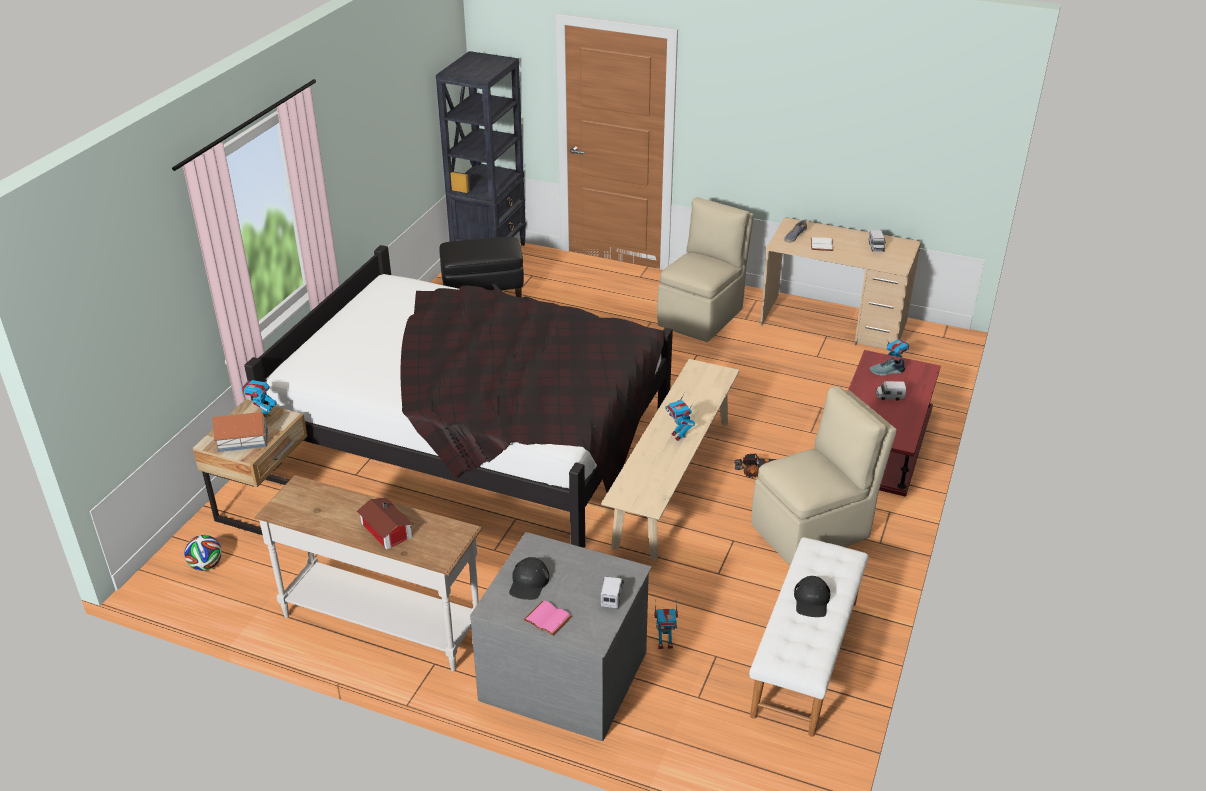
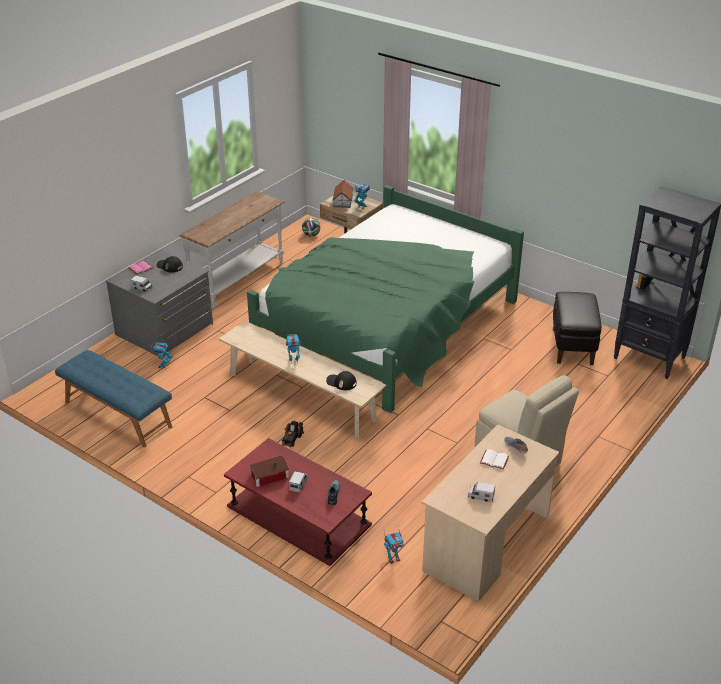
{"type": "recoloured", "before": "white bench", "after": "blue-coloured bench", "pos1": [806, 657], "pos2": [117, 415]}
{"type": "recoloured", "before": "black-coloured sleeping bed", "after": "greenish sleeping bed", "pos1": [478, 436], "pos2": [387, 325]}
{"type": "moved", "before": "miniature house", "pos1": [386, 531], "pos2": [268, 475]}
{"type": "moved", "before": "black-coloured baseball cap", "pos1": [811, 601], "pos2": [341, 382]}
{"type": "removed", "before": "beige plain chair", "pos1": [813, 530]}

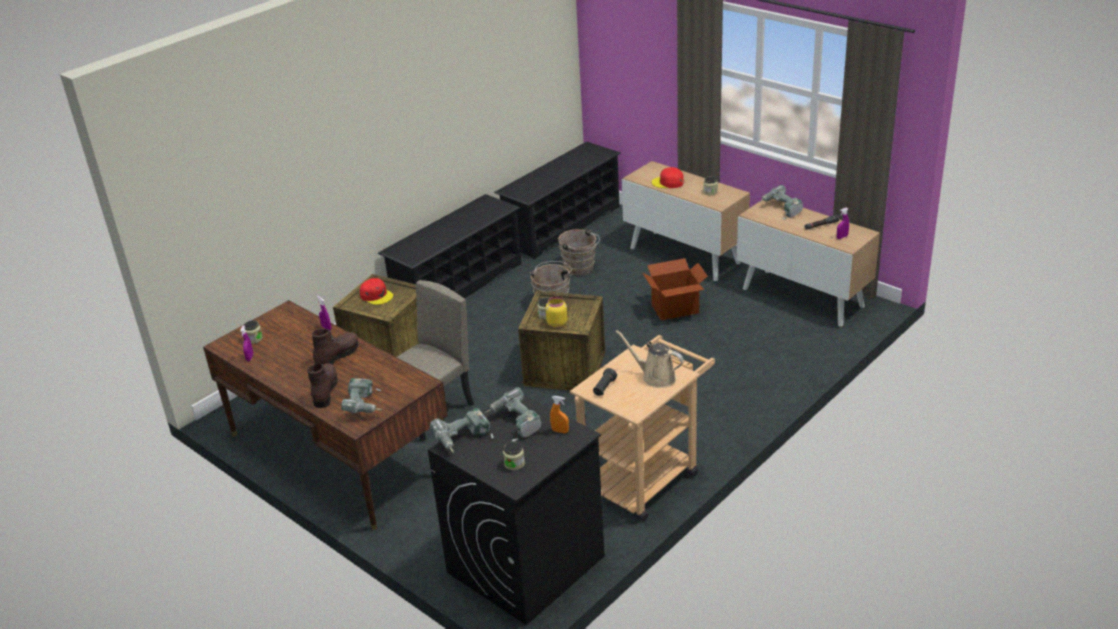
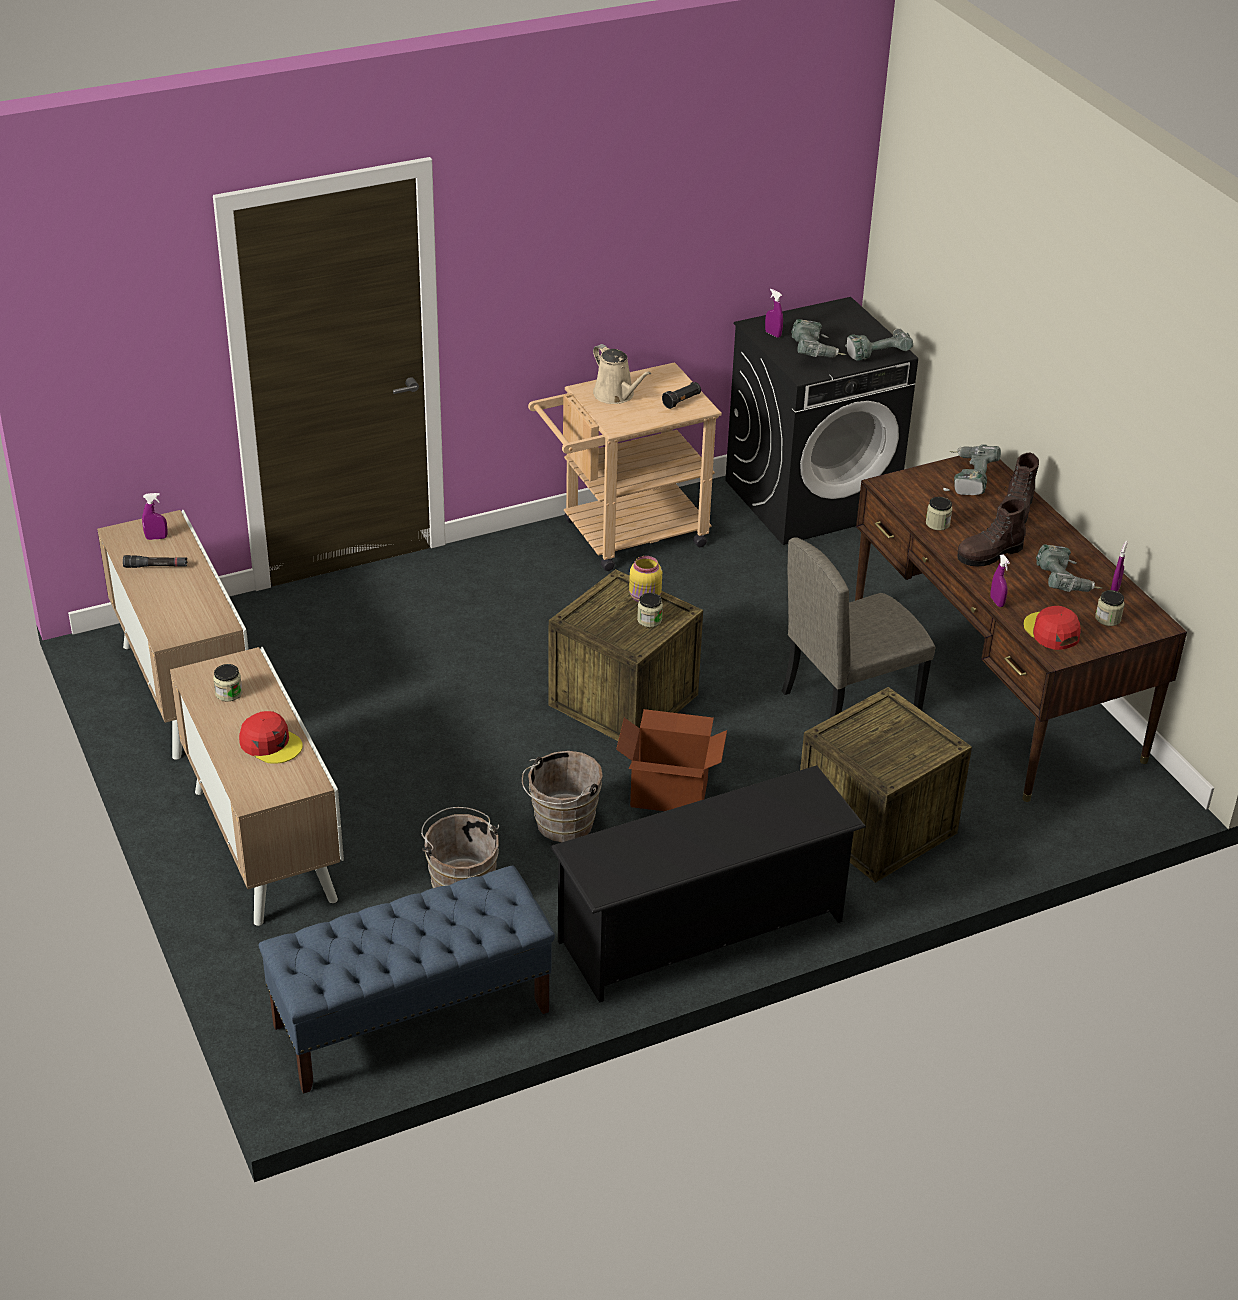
{"type": "replaced", "before": "black-coloured shoe shelf", "after": "blue-coloured bench", "pos1": [562, 226], "pos2": [411, 1019]}
{"type": "moved", "before": "carton", "pos1": [675, 309], "pos2": [669, 793]}
{"type": "recoloured", "before": "orange spray bottle", "after": "purple spray bottle", "pos1": [560, 431], "pos2": [773, 334]}
{"type": "moved", "before": "storage jar", "pos1": [514, 464], "pos2": [937, 523]}
{"type": "moved", "before": "reddish baseball cap", "pos1": [376, 295], "pos2": [1051, 632]}
{"type": "moved", "before": "electric drill", "pos1": [780, 210], "pos2": [1064, 583]}

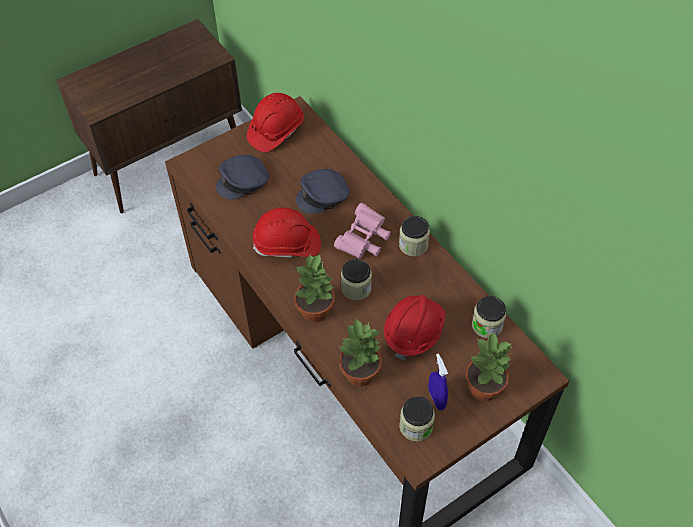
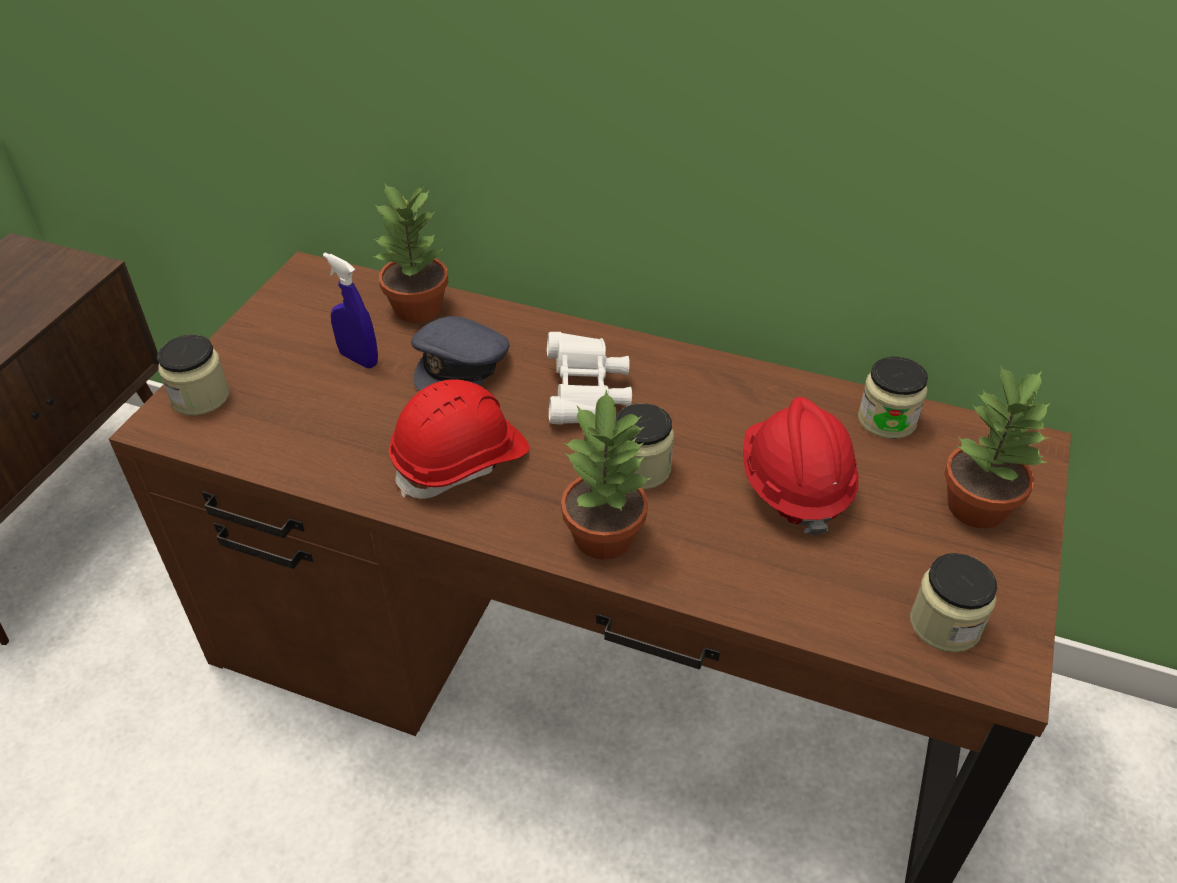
{"type": "moved", "before": "storage jar", "pos1": [413, 245], "pos2": [200, 397]}
{"type": "moved", "before": "blue-coloured spray bottle", "pos1": [436, 399], "pos2": [359, 359]}
{"type": "moved", "before": "potted plant", "pos1": [360, 374], "pos2": [418, 309]}
{"type": "recoloured", "before": "pink-coloured field glasses", "after": "white field glasses", "pos1": [364, 240], "pos2": [586, 395]}
{"type": "removed", "before": "grey baseball cap", "pos1": [243, 182]}
{"type": "removed", "before": "reddish hard hat", "pos1": [275, 131]}

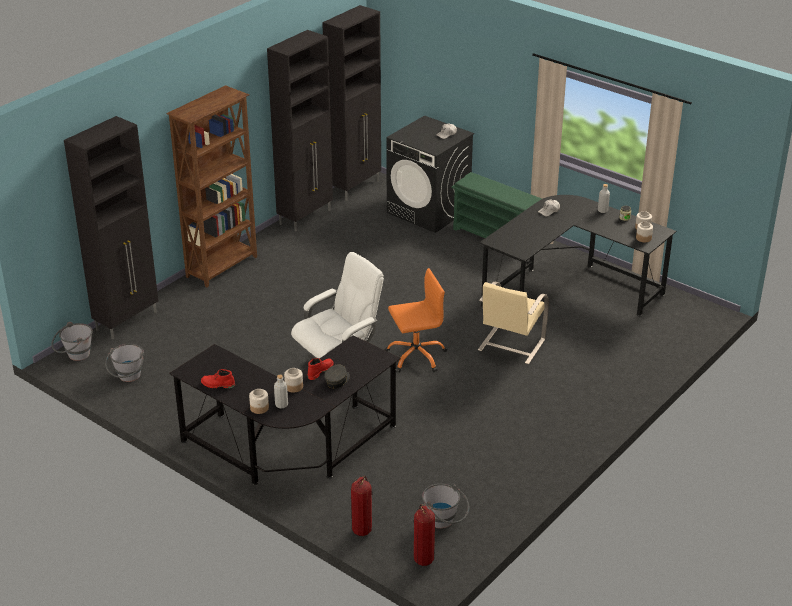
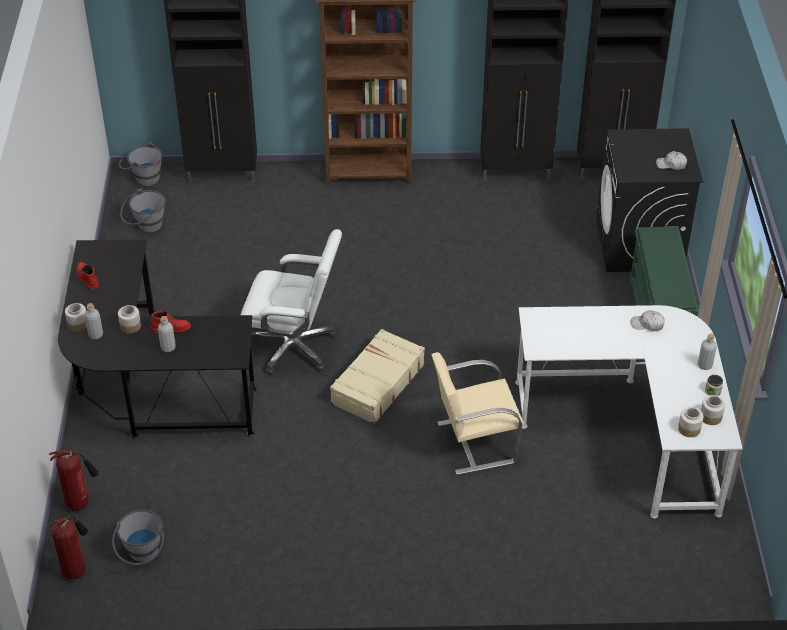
{"type": "replaced", "before": "grey baseball cap", "after": "grey beverage bottle", "pos1": [337, 380], "pos2": [168, 347]}
{"type": "replaced", "before": "orange computer chair", "after": "beige suitcase", "pos1": [416, 356], "pos2": [377, 384]}
{"type": "recoloured", "before": "black-coloured desk unit", "after": "white desk unit", "pos1": [568, 289], "pos2": [631, 429]}

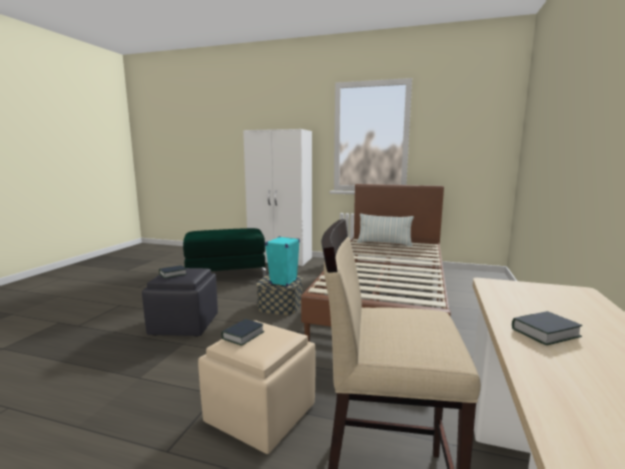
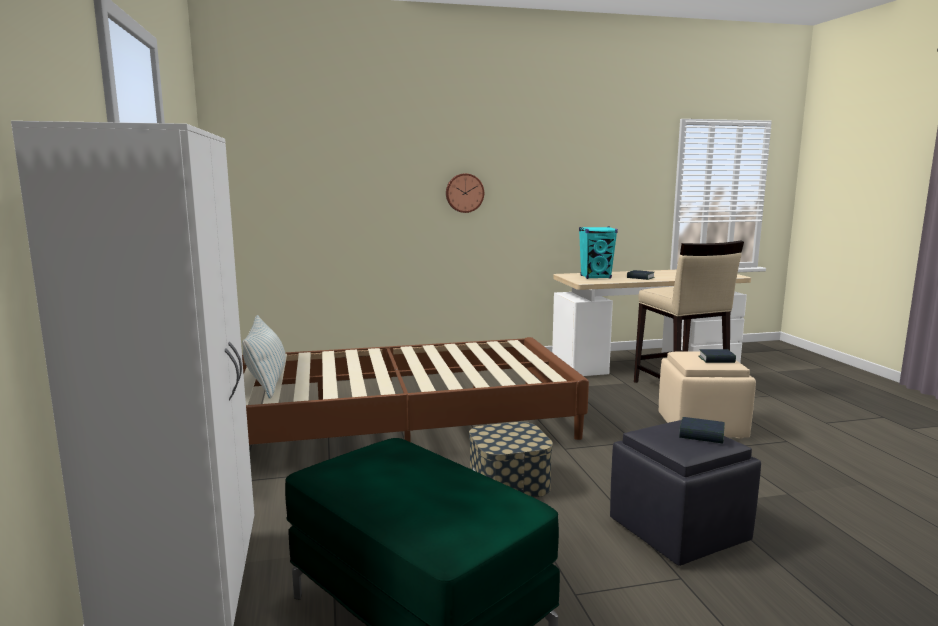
{"type": "added", "after": "clock on the wall", "pos2": [464, 193]}
{"type": "moved", "before": "turquoise-coloured loudspeaker", "pos1": [283, 282], "pos2": [596, 277]}

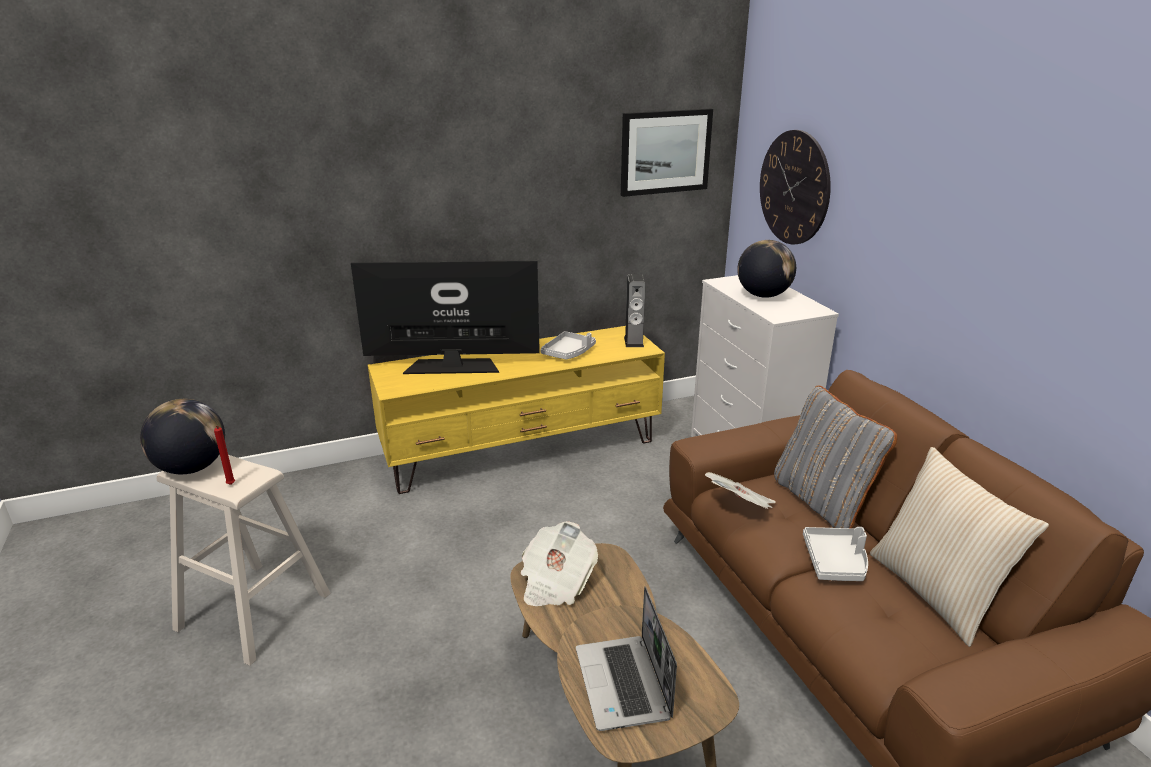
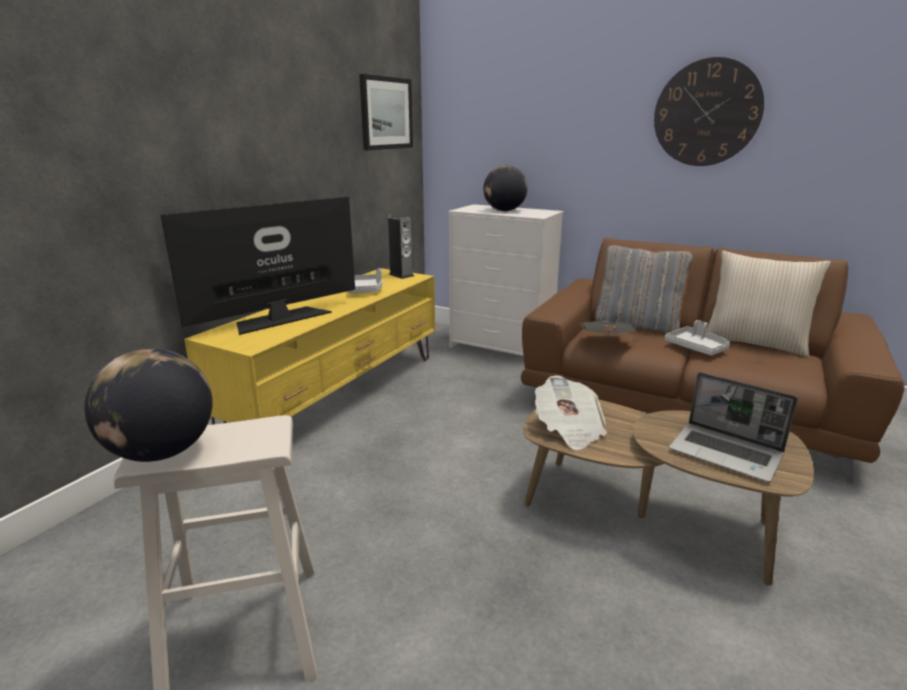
{"type": "moved", "before": "clock on the wall", "pos1": [794, 188], "pos2": [707, 113]}
{"type": "removed", "before": "reddish wax light", "pos1": [231, 485]}

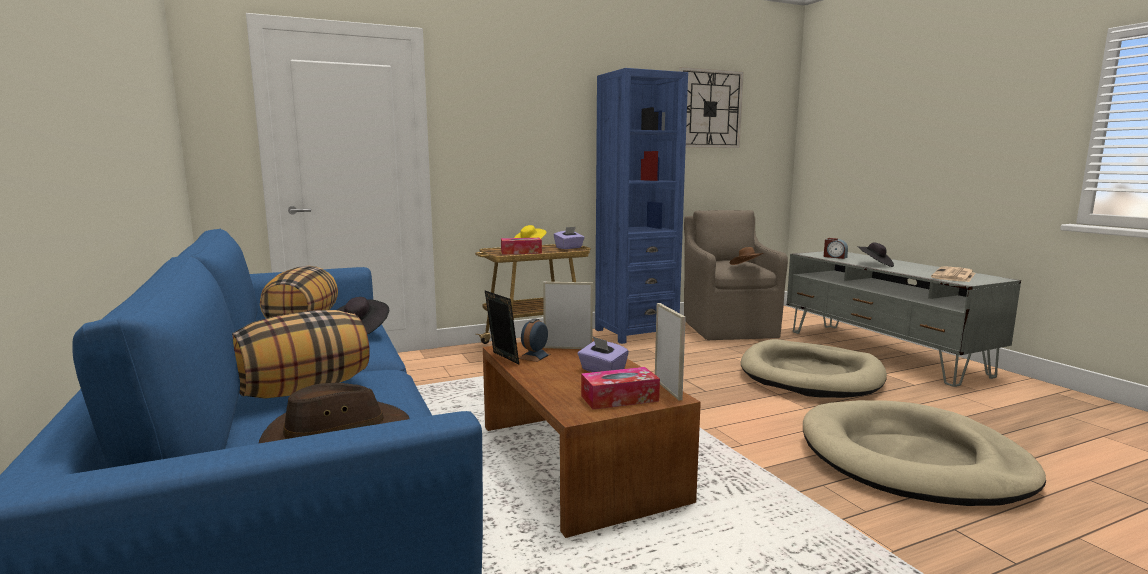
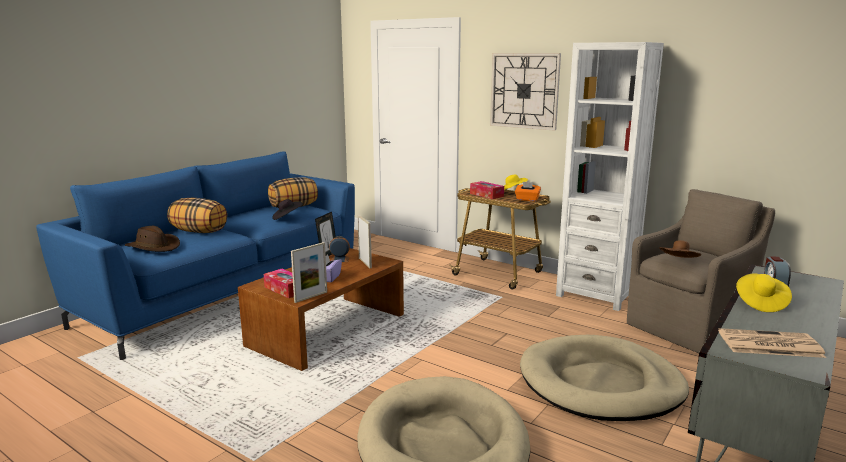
{"type": "moved", "before": "clock on the wall", "pos1": [709, 109], "pos2": [524, 91]}
{"type": "recoloured", "before": "purple box of tissues", "after": "orange box of tissues", "pos1": [569, 248], "pos2": [527, 199]}
{"type": "recoloured", "before": "blue-coloured bookcase", "after": "white bookcase", "pos1": [636, 332], "pos2": [596, 294]}
{"type": "recoloured", "before": "black-coloured hat", "after": "yellow hat", "pos1": [875, 264], "pos2": [760, 303]}

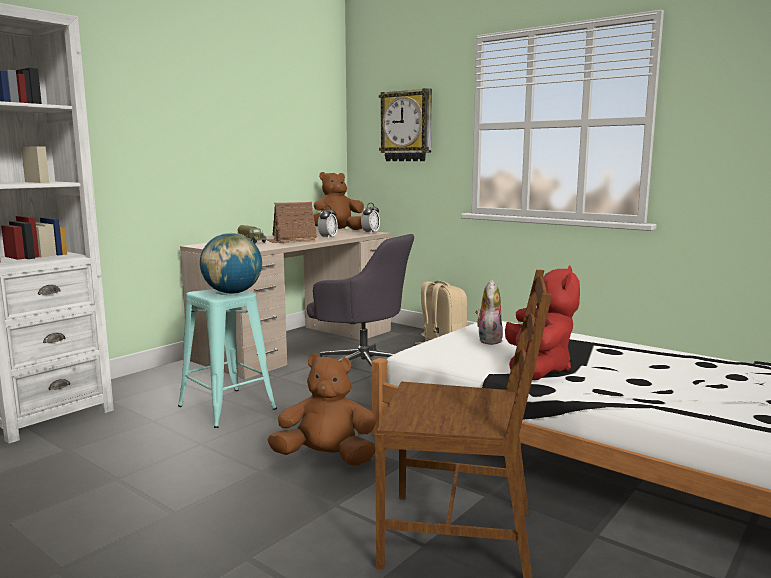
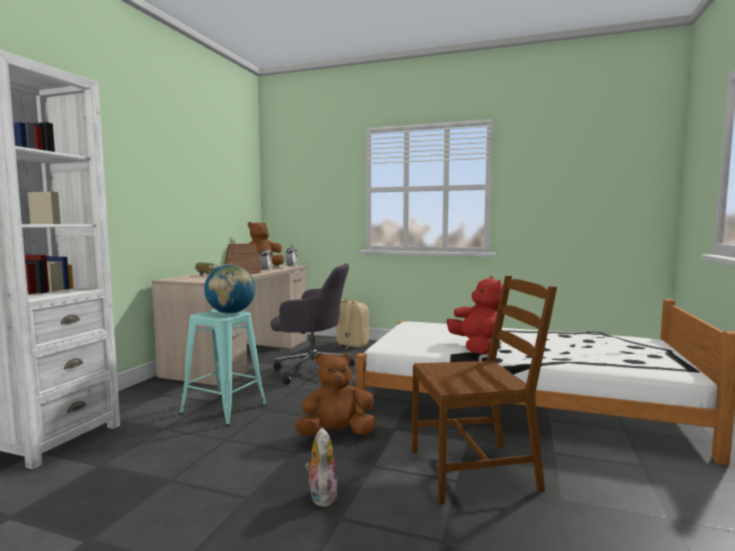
{"type": "moved", "before": "plush toy", "pos1": [488, 340], "pos2": [321, 495]}
{"type": "removed", "before": "clock on the wall", "pos1": [407, 126]}

